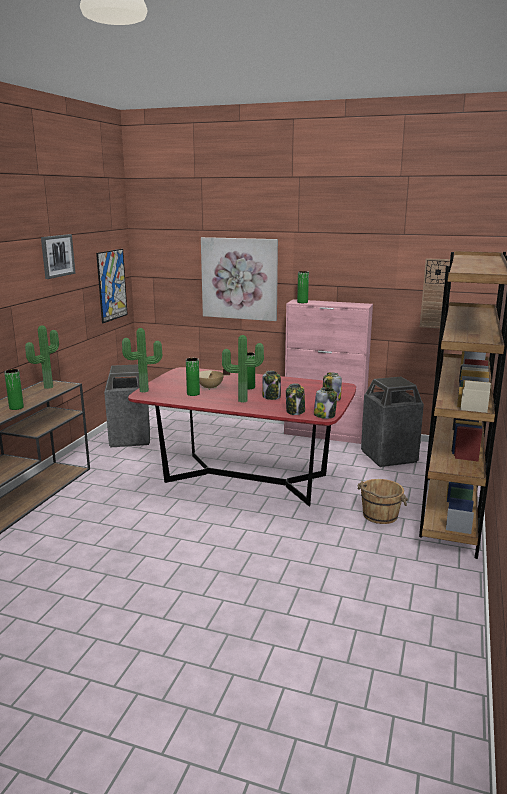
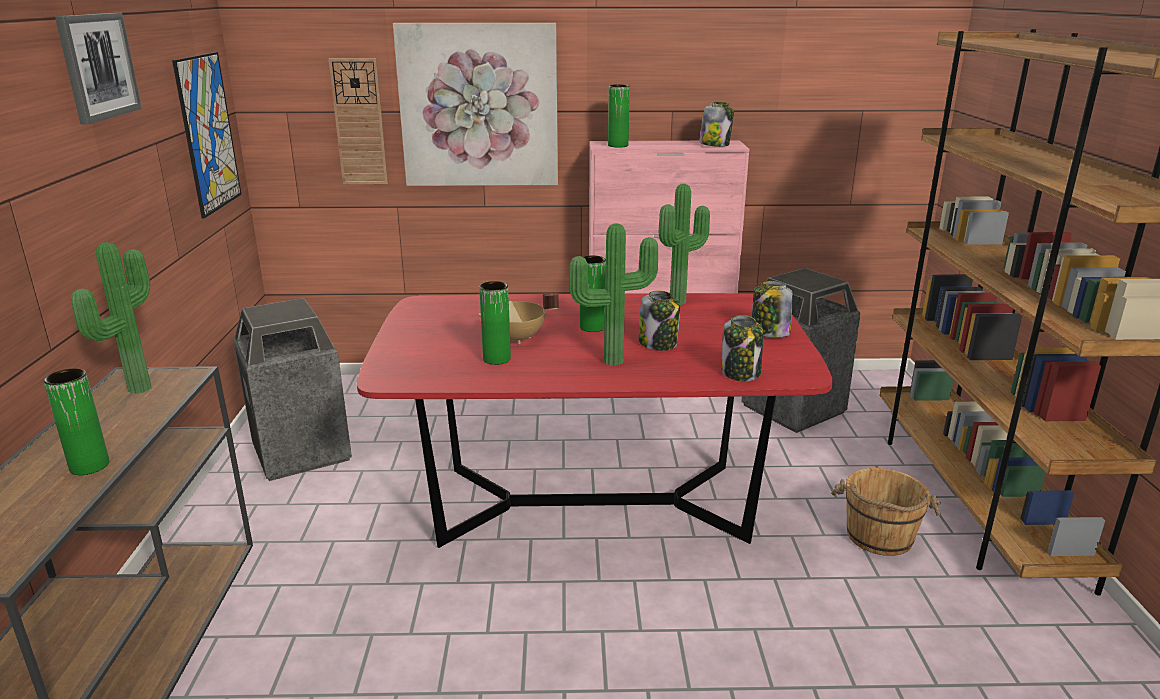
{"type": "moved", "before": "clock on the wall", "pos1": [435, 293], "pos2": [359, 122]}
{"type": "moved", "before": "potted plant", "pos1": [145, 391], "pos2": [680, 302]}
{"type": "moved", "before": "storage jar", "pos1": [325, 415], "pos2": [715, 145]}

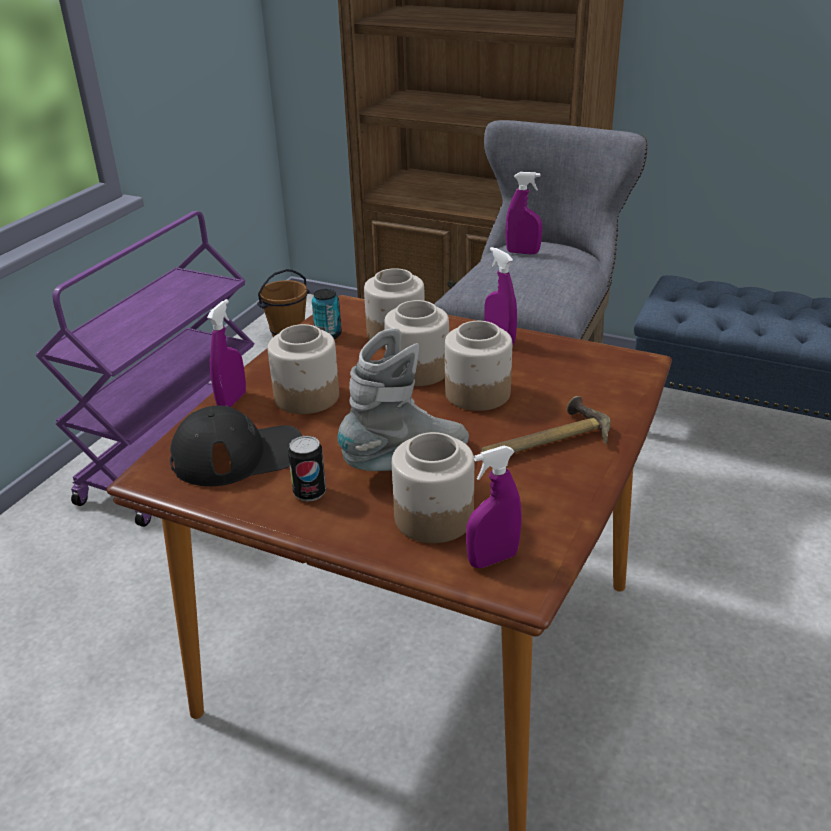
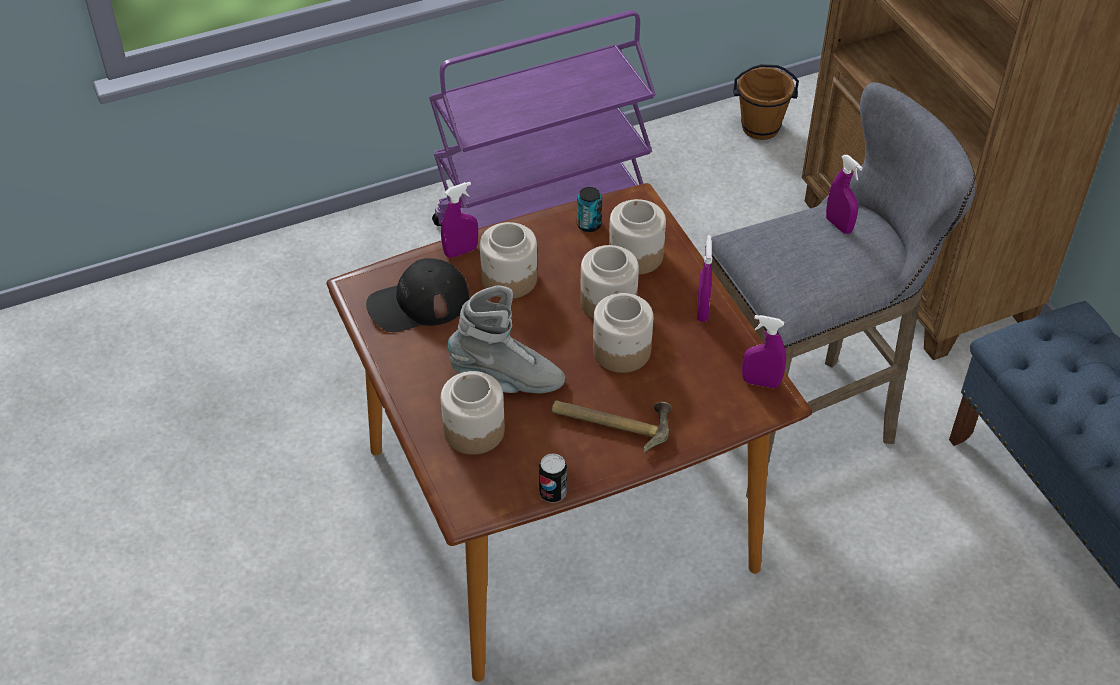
{"type": "turned", "before": "black-coloured baseball cap", "pos1": [238, 455], "pos2": [418, 303], "turn": 135}
{"type": "moved", "before": "metal can", "pos1": [310, 493], "pos2": [553, 493]}
{"type": "moved", "before": "purple spray bottle", "pos1": [493, 559], "pos2": [761, 382]}

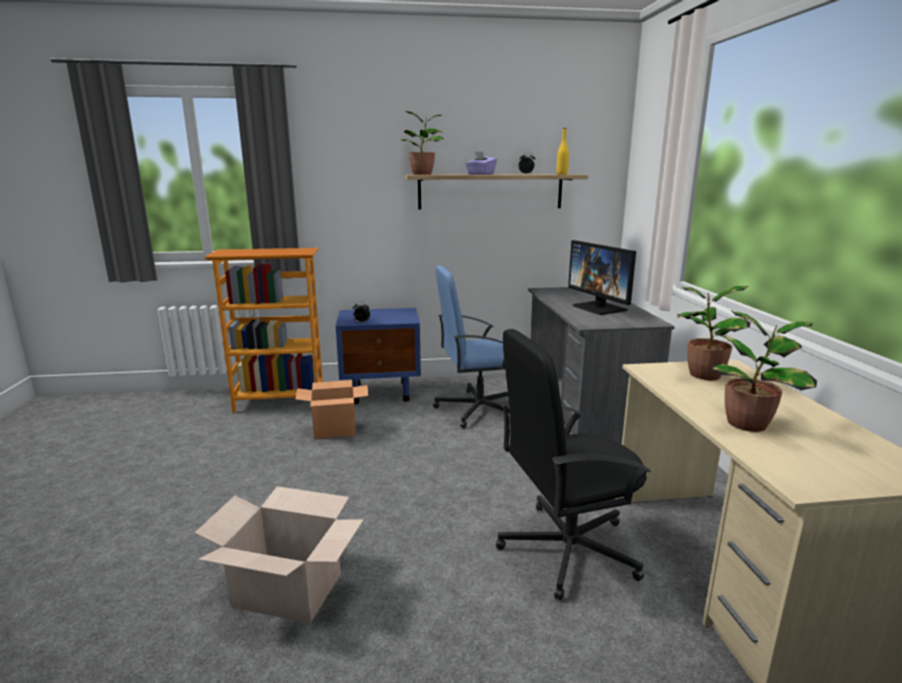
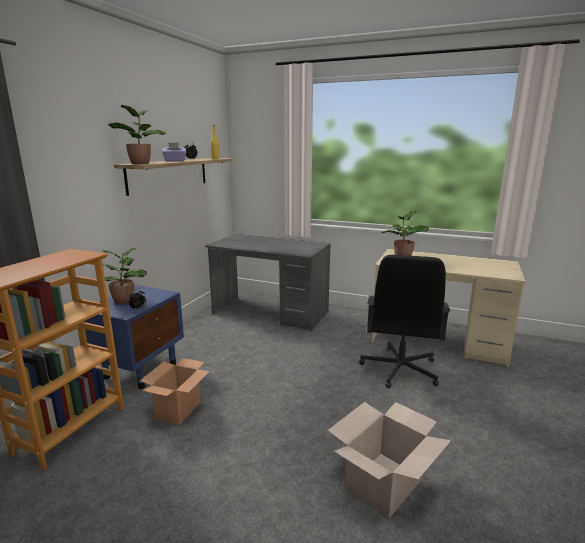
{"type": "moved", "before": "potted plant", "pos1": [749, 424], "pos2": [125, 300]}
{"type": "removed", "before": "blue-coloured computer chair", "pos1": [477, 409]}
{"type": "removed", "before": "computer display", "pos1": [600, 308]}

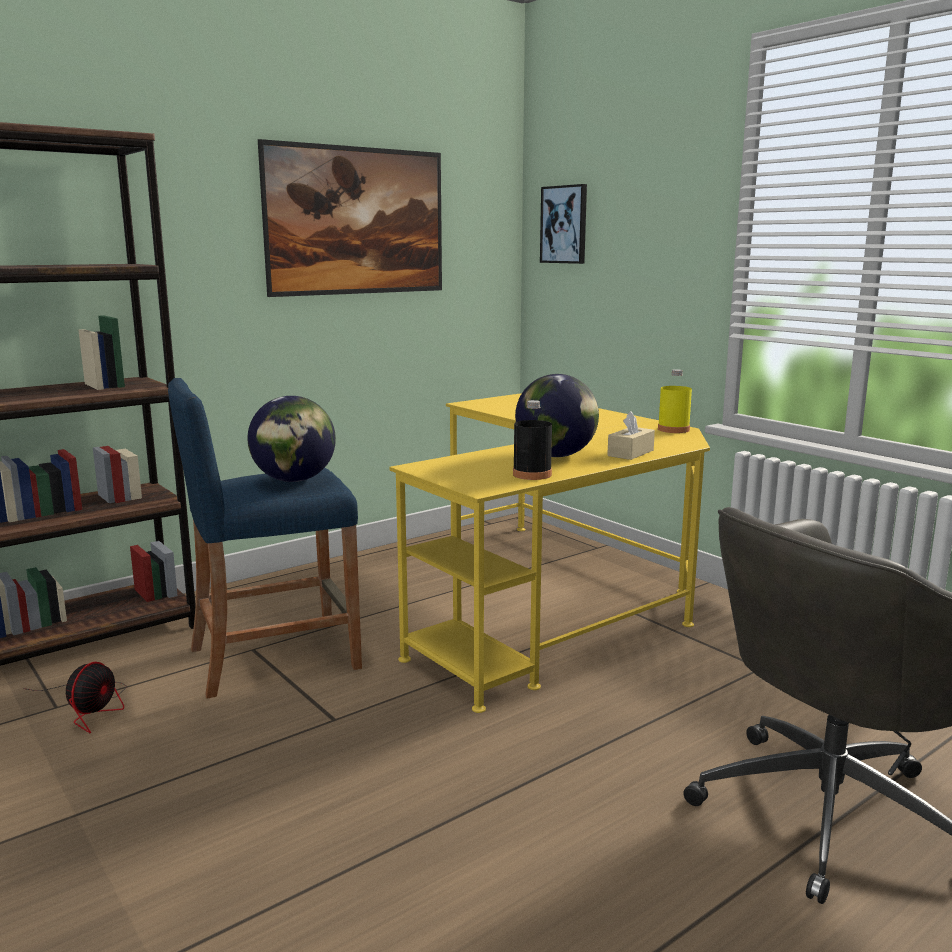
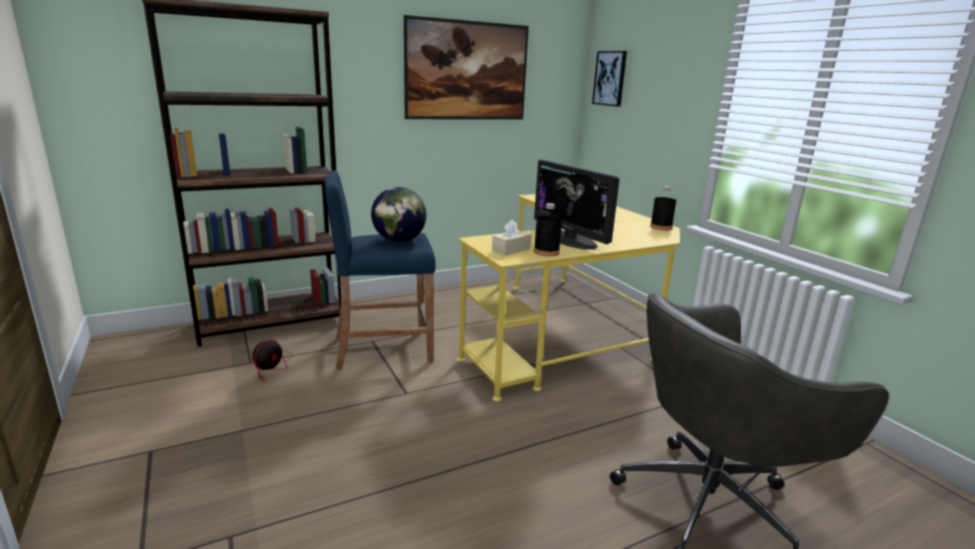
{"type": "moved", "before": "beige box of tissues", "pos1": [630, 453], "pos2": [511, 250]}
{"type": "replaced", "before": "world globe", "after": "computer display", "pos1": [556, 456], "pos2": [570, 240]}
{"type": "recoloured", "before": "yellow beverage bottle", "after": "black-coloured beverage bottle", "pos1": [673, 429], "pos2": [661, 227]}

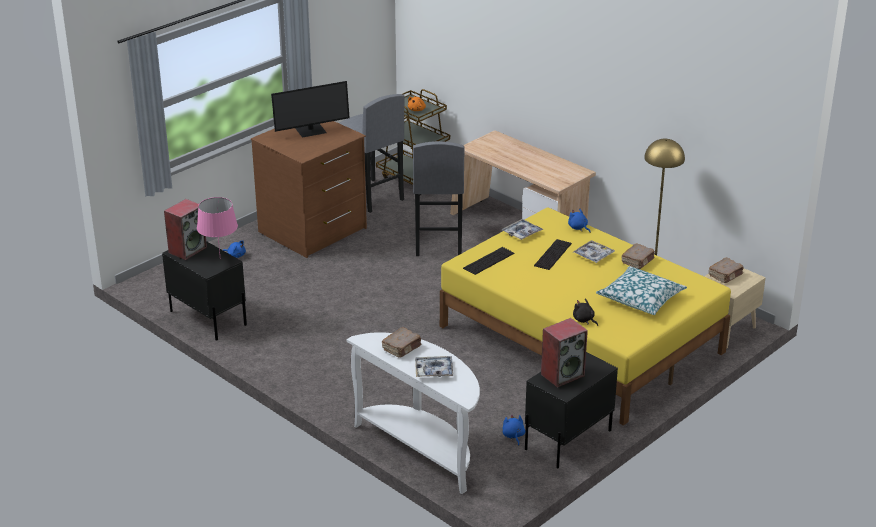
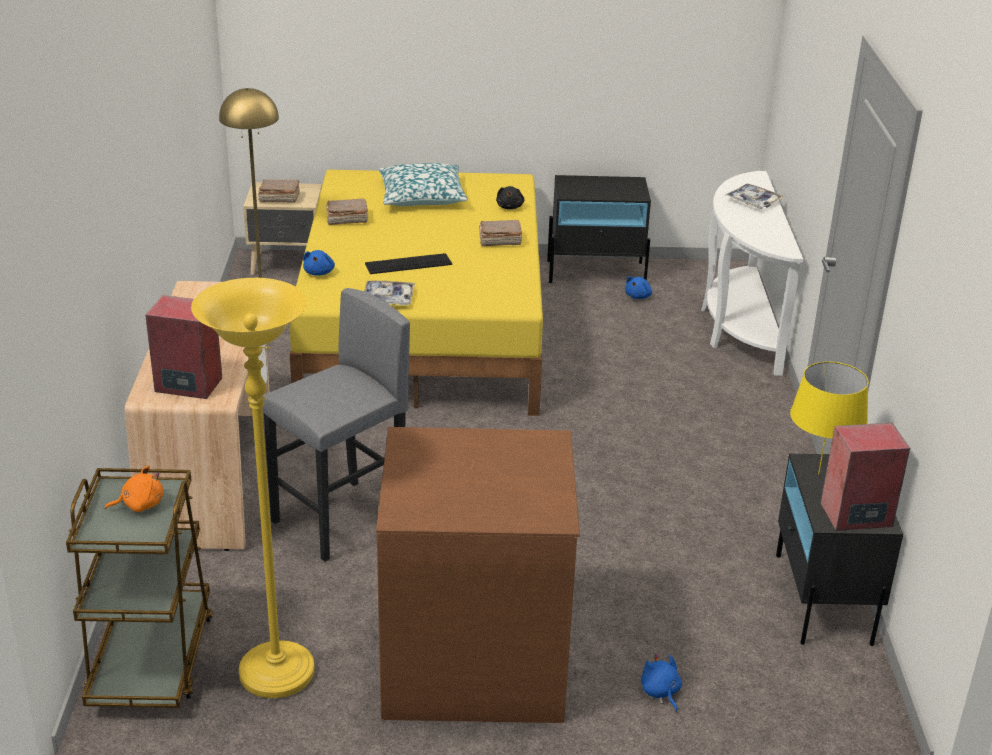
{"type": "moved", "before": "loudspeaker", "pos1": [562, 374], "pos2": [187, 385]}
{"type": "replaced", "before": "grey sitting stool", "after": "yellow floor lamp", "pos1": [371, 196], "pos2": [277, 673]}
{"type": "moved", "before": "brown bound book", "pos1": [402, 348], "pos2": [499, 241]}
{"type": "recoloured", "before": "pink-coloured table lamp", "after": "yellow table lamp", "pos1": [220, 258], "pos2": [818, 474]}
{"type": "removed", "before": "computer display", "pos1": [310, 130]}
{"type": "removed", "before": "computer keyboard", "pos1": [489, 261]}
{"type": "removed", "before": "tray", "pos1": [593, 255]}

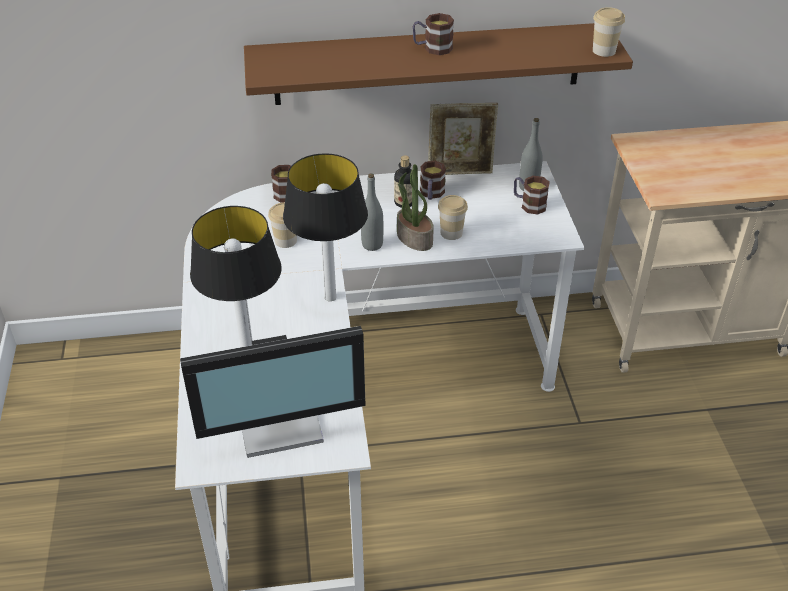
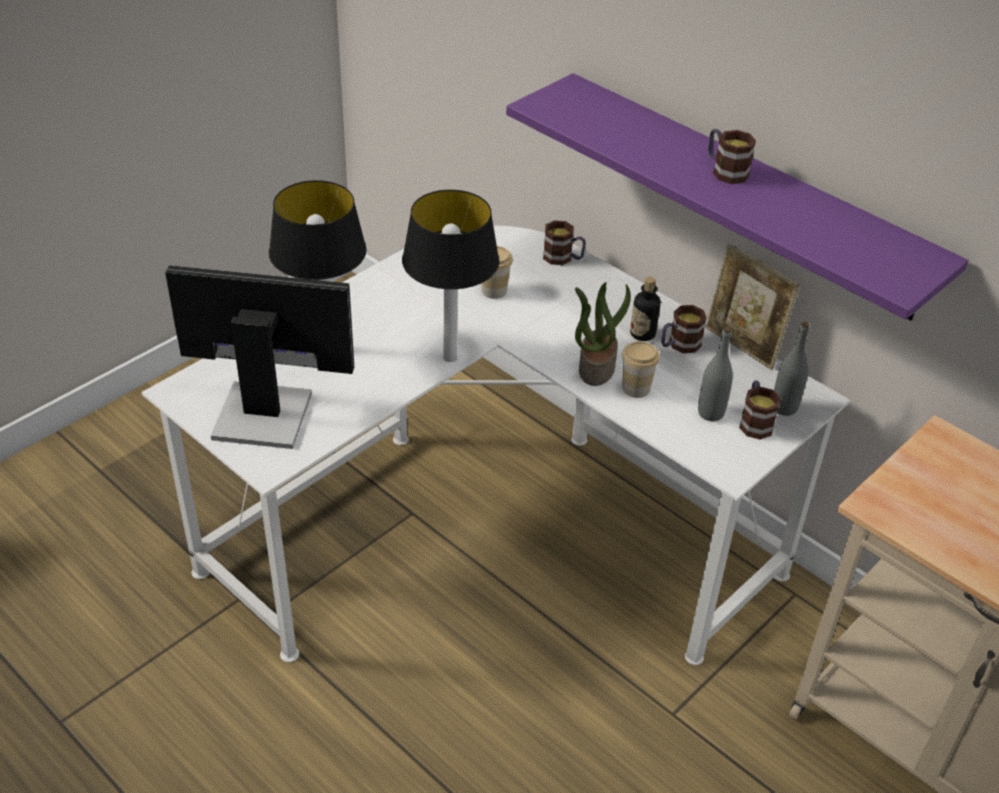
{"type": "turned", "before": "computer display", "pos1": [281, 424], "pos2": [262, 412], "turn": 150}
{"type": "recoloured", "before": "brown bracket shelf", "after": "purple bracket shelf", "pos1": [428, 64], "pos2": [745, 194]}
{"type": "moved", "before": "grey beverage bottle", "pos1": [372, 245], "pos2": [710, 413]}
{"type": "removed", "before": "drinking cup", "pos1": [604, 51]}

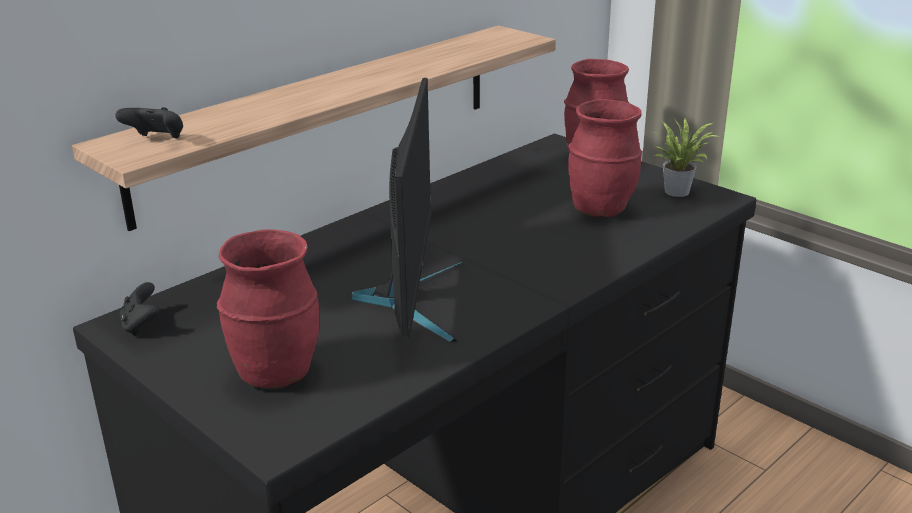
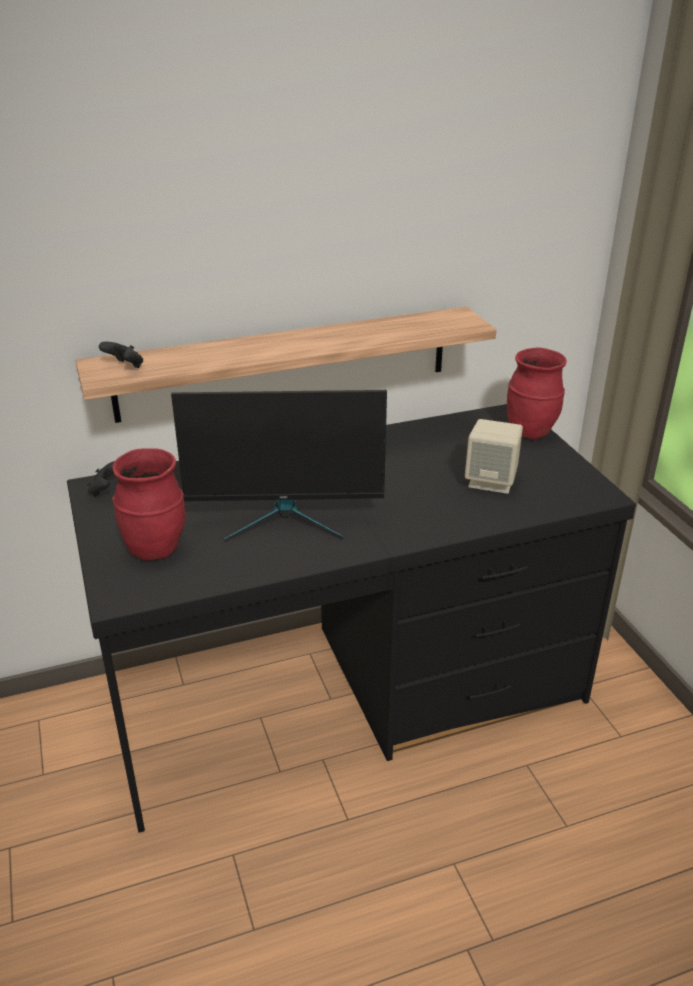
{"type": "turned", "before": "computer display", "pos1": [413, 299], "pos2": [286, 519], "turn": 60}
{"type": "replaced", "before": "reddish decorative vase", "after": "beige loudspeaker", "pos1": [601, 209], "pos2": [491, 481]}
{"type": "removed", "before": "potted plant", "pos1": [678, 190]}

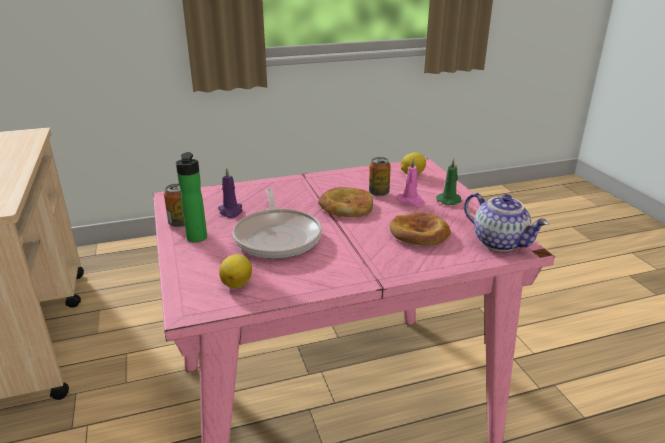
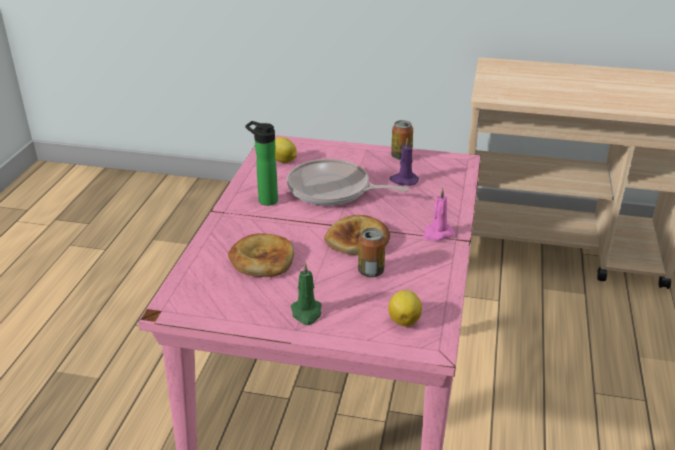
{"type": "moved", "before": "beverage bottle", "pos1": [196, 239], "pos2": [265, 200]}
{"type": "moved", "before": "pink-coloured wax light", "pos1": [411, 201], "pos2": [437, 234]}
{"type": "removed", "before": "tea pot", "pos1": [500, 242]}

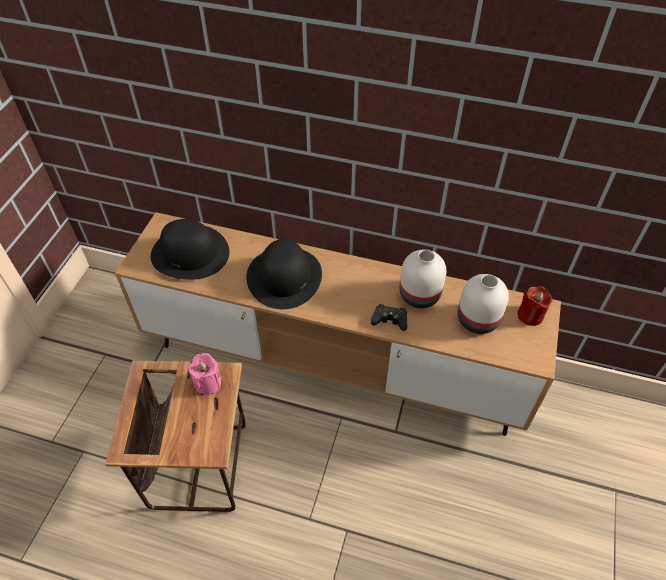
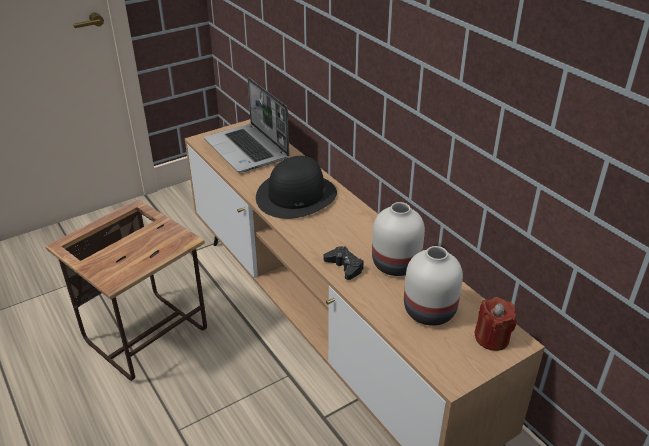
{"type": "replaced", "before": "black-coloured hat", "after": "portable computer", "pos1": [190, 253], "pos2": [248, 150]}
{"type": "removed", "before": "pink-coloured wax light", "pos1": [208, 383]}

